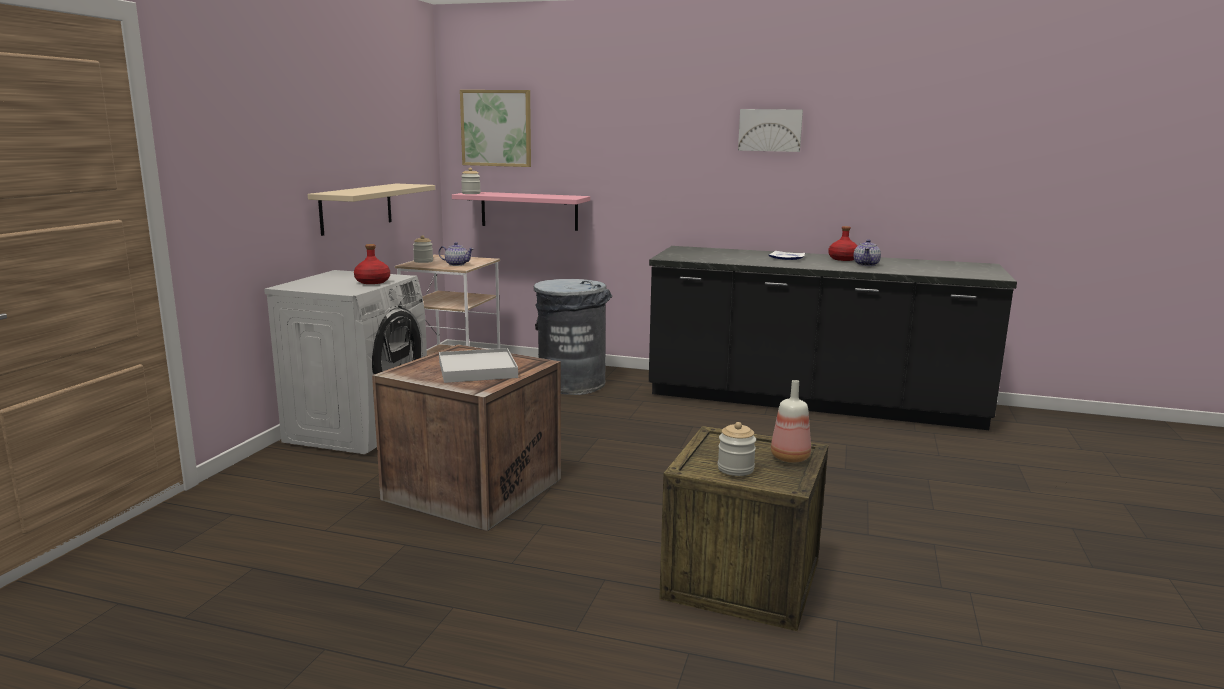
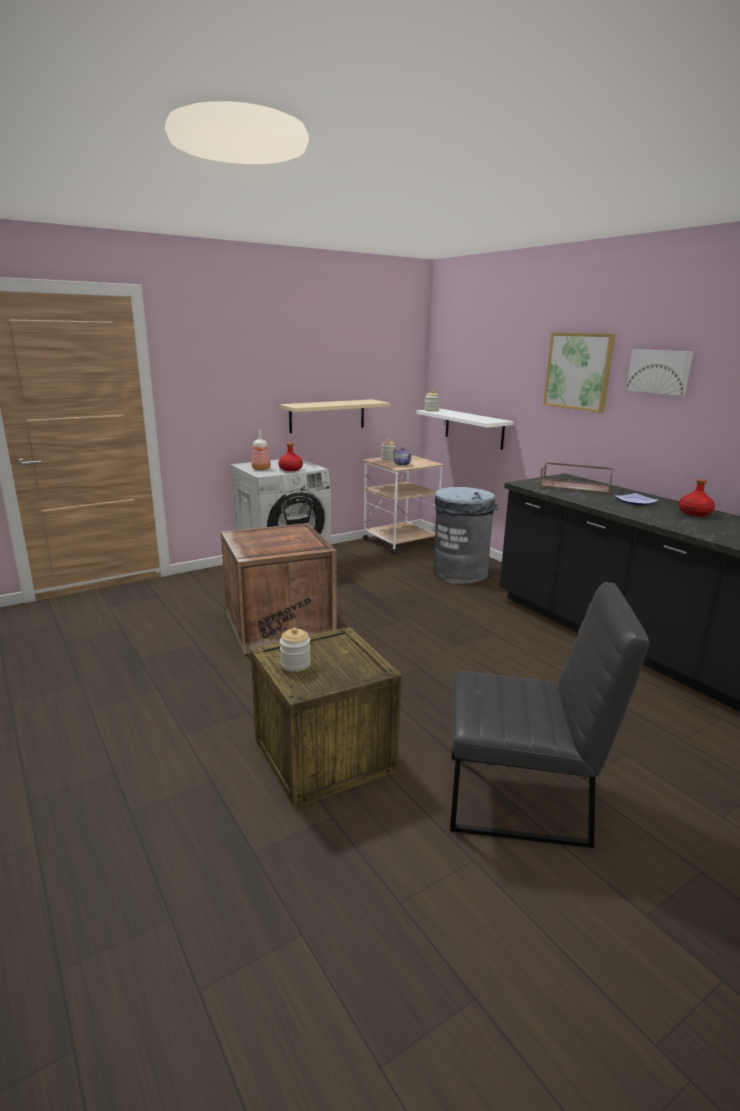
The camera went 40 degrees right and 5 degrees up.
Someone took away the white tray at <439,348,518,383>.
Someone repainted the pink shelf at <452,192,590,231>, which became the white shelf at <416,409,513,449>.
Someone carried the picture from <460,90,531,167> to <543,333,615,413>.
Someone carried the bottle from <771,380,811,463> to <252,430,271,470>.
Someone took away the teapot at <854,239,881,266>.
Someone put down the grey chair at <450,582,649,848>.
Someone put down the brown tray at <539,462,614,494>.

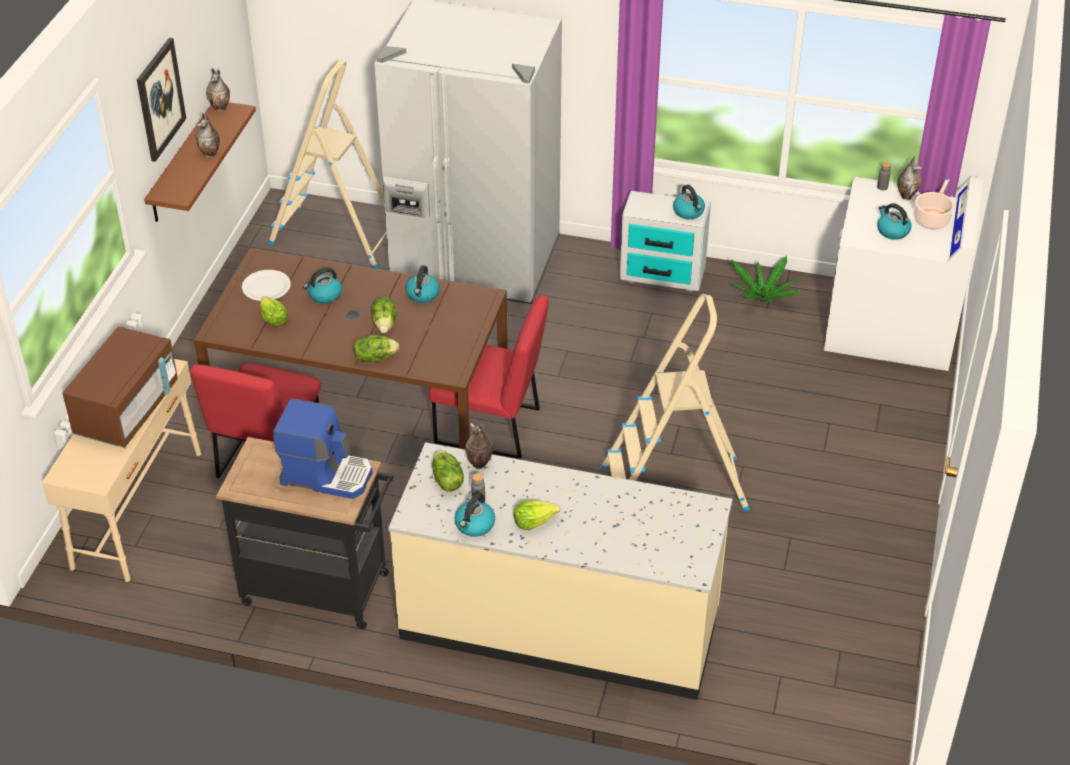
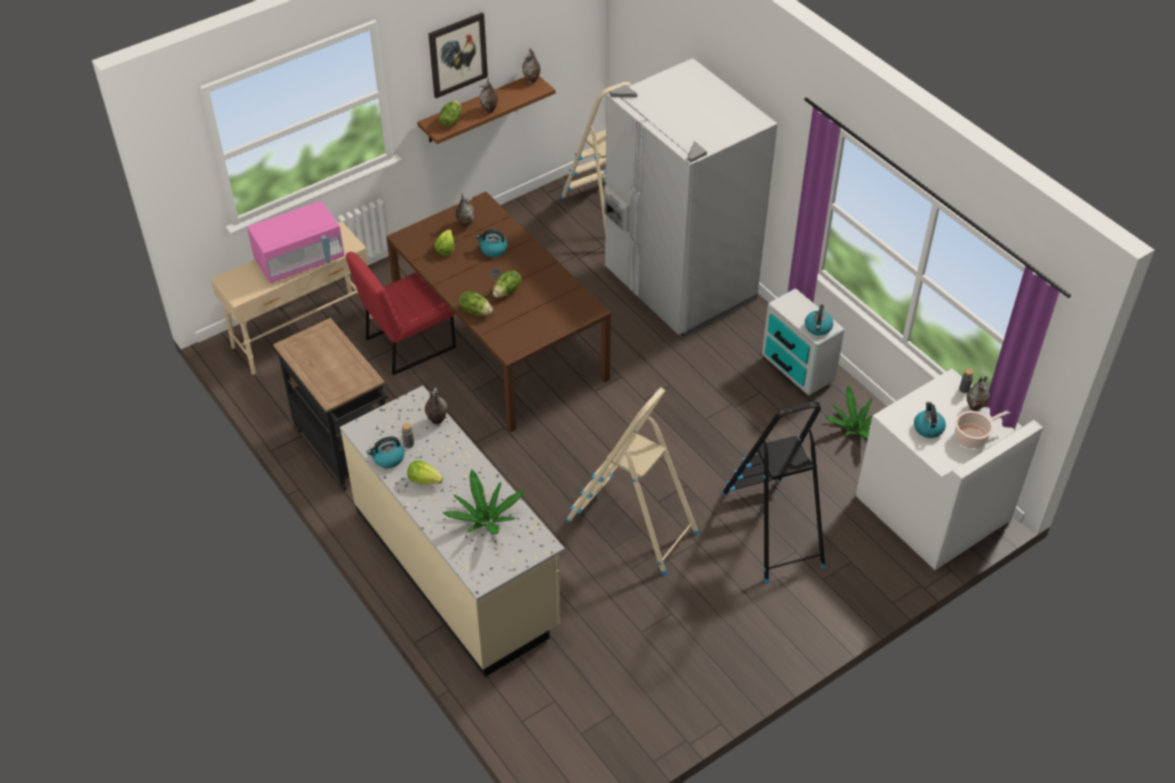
The camera went 40 degrees right and 5 degrees up.
Someone repainted the brown microwave at <63,326,178,448>, which became the pink microwave at <247,201,345,283>.
Someone swapped the white plate at <242,270,291,301> for the vase at <456,193,475,228>.
Someone took away the coffee machine at <273,398,373,499>.
Someone took away the kettle at <405,265,440,303>.
Someone took away the red chair at <429,295,549,459>.
Someone carried the lettuce from <432,451,464,492> to <438,101,461,127>.
Someone put down the potted plant at <443,469,525,534>.
Someone put down the black step ladder at <722,402,825,584>.

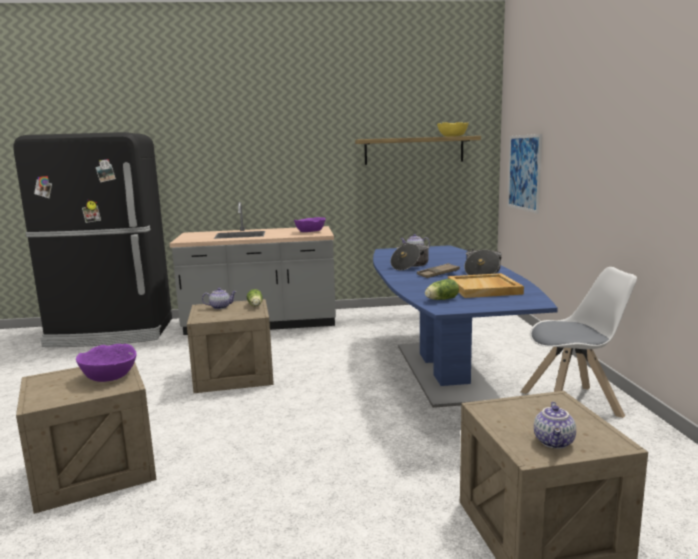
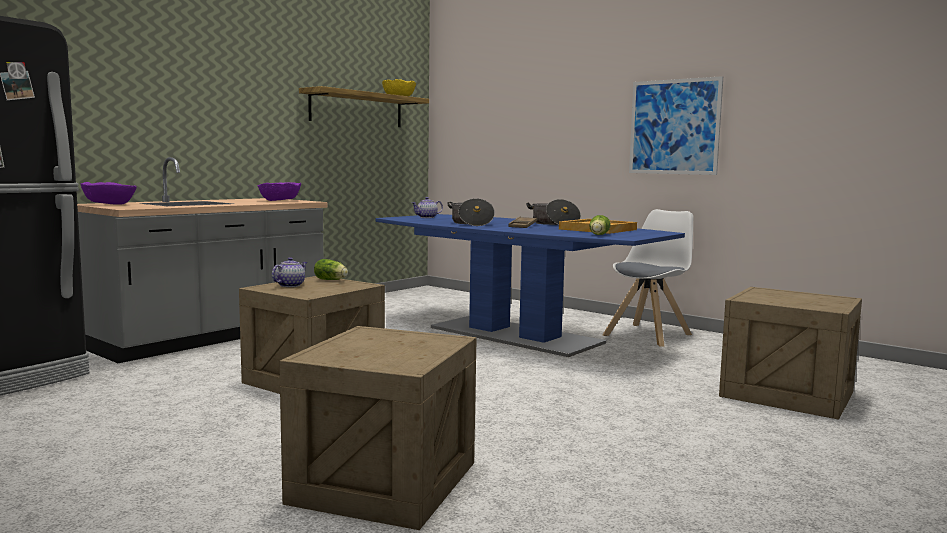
The camera went 45 degrees left and 5 degrees down.
Someone carried the purple bowl from <76,344,137,382> to <81,182,137,205>.
Someone carried the picture from <508,134,542,214> to <629,76,723,175>.
Someone took away the teapot at <534,402,576,449>.

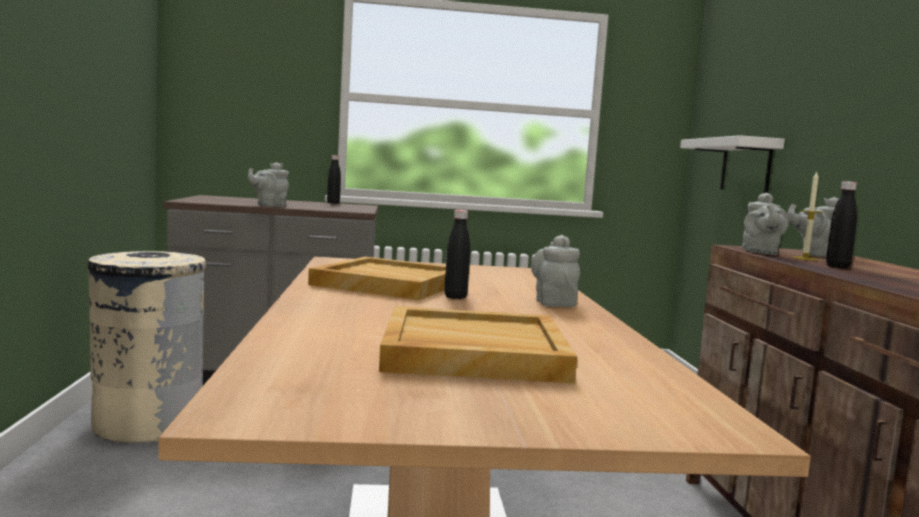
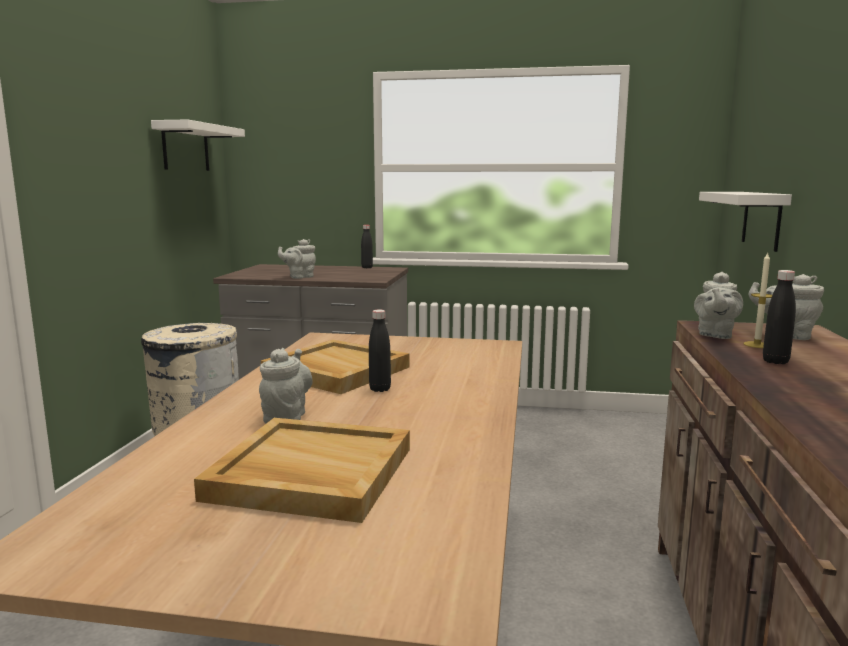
The camera went 15 degrees right and 5 degrees up.
Someone carried the grey teapot from <531,235,580,307> to <259,348,313,423>.
Someone put up the white shelf at <151,119,245,171>.

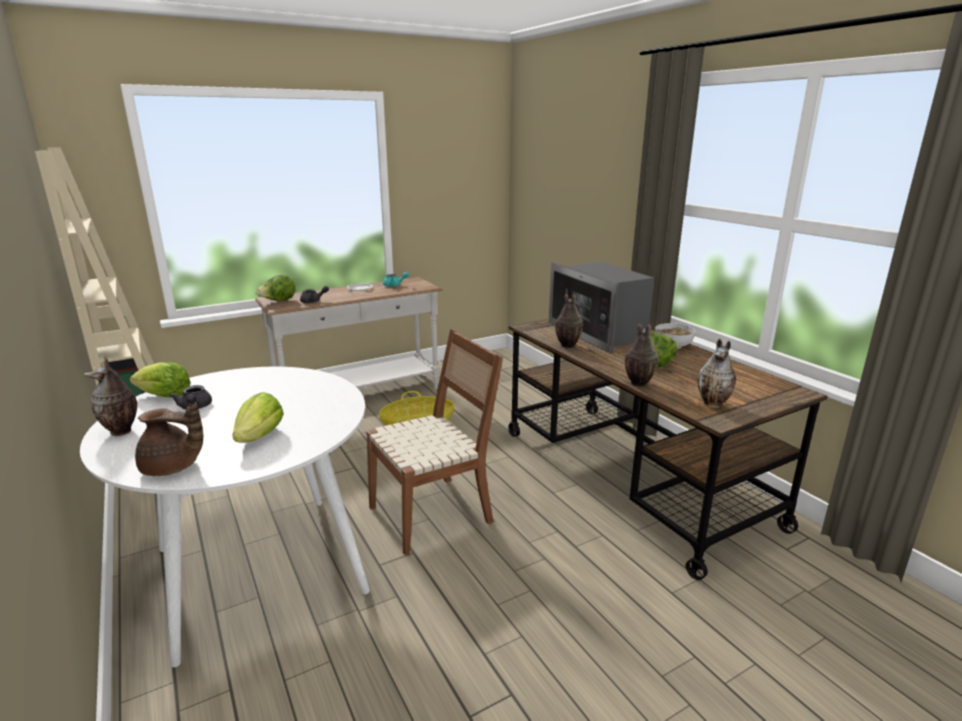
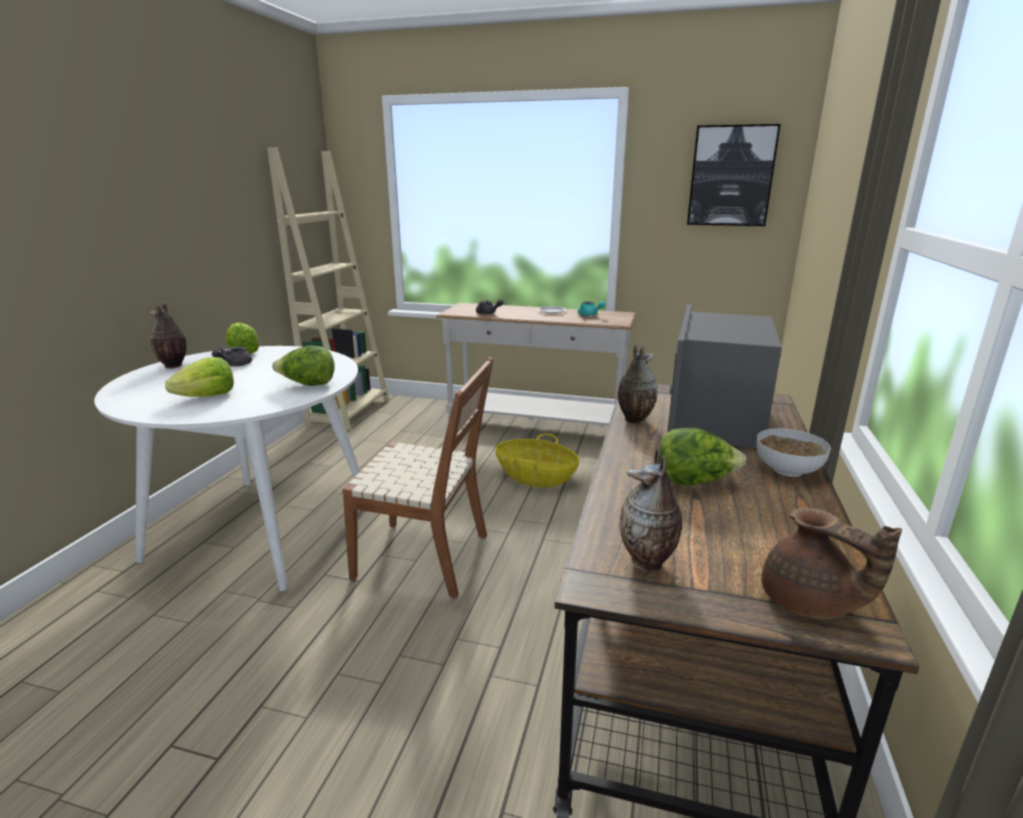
The camera went 45 degrees right and 0 degrees up.
Someone carried the brown teapot from <135,402,203,476> to <762,508,902,619>.
Someone carried the lettuce from <256,275,295,301> to <272,346,335,386>.
Someone took away the vase at <625,323,659,387>.
Someone put up the picture at <687,124,781,226>.

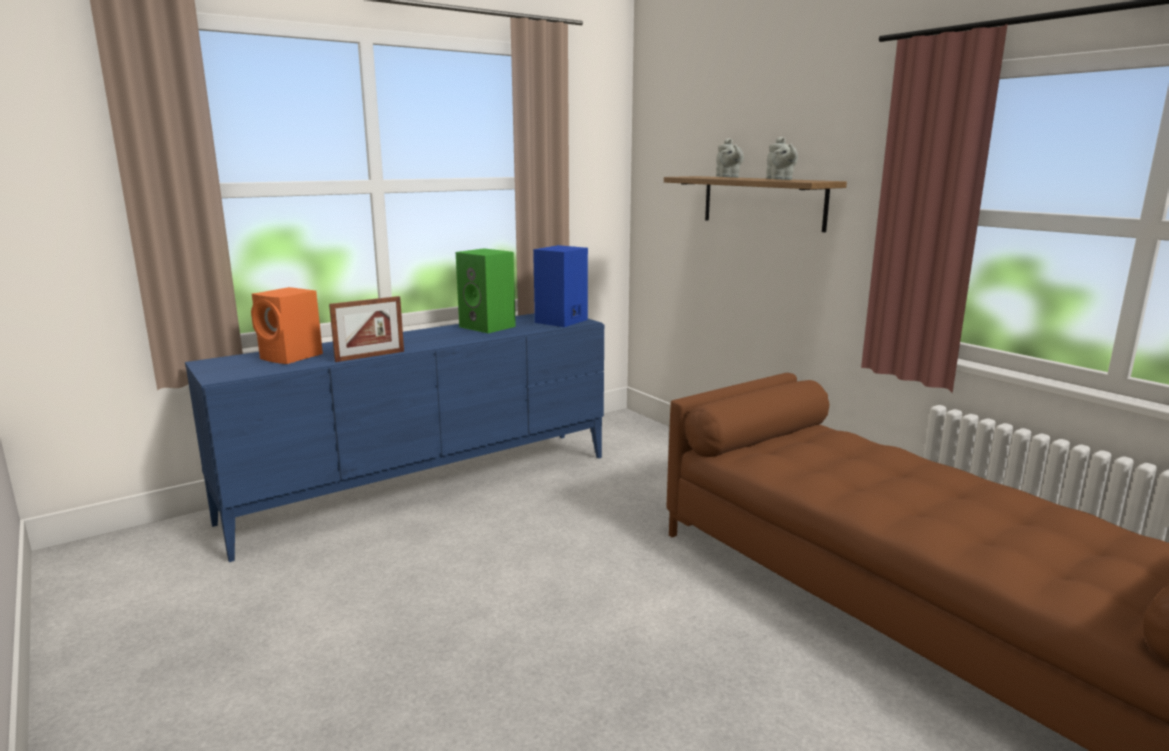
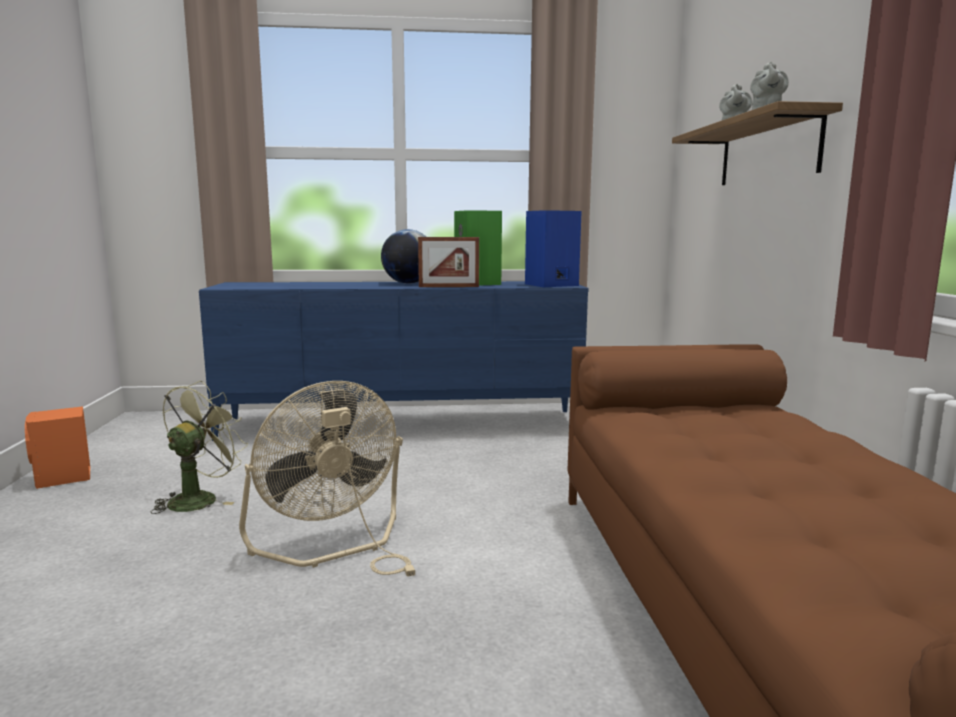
The camera went 30 degrees right and 5 degrees down.
Someone carried the orange speaker from <251,287,323,364> to <25,406,90,489>.
Someone carried the picture frame from <329,296,404,362> to <418,237,479,287>.
Someone put down the green fan at <151,381,248,514>.
Someone put down the beige fan at <239,381,415,576>.
Someone put down the globe at <381,229,426,284>.

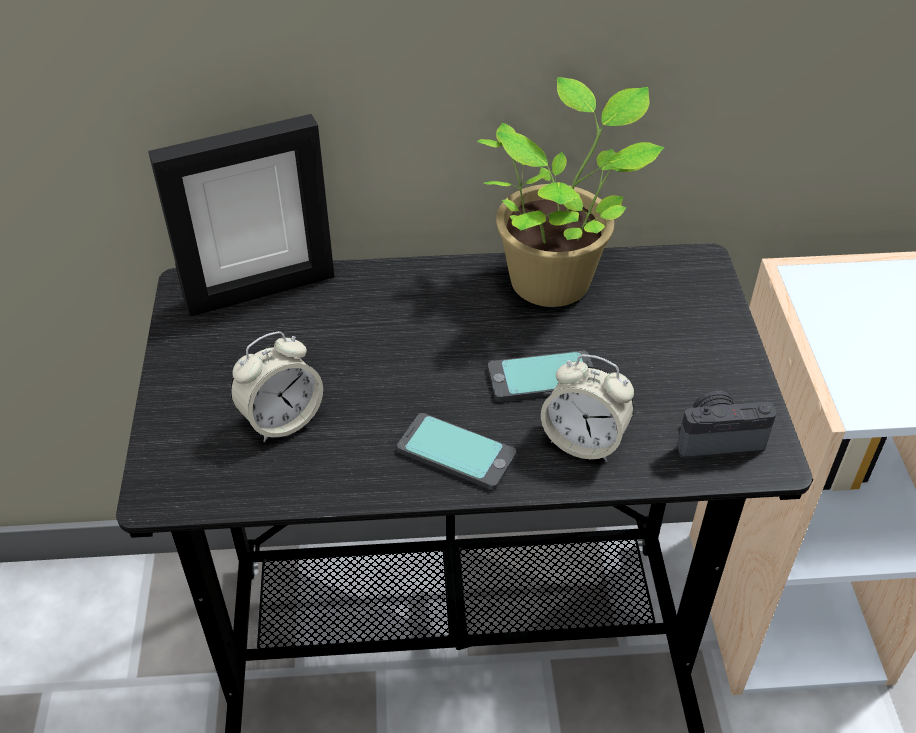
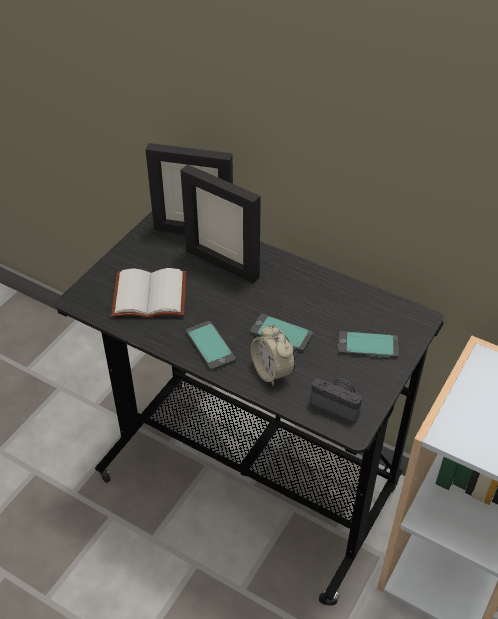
The camera went 35 degrees right and 0 degrees up.
Someone swapped the alarm clock at <230,331,323,442> for the white book at <111,268,186,318>.
Someone took away the potted plant at <477,77,665,307>.
Someone put down the picture frame at <180,164,261,284>.
Someone put down the phone at <338,331,398,359>.

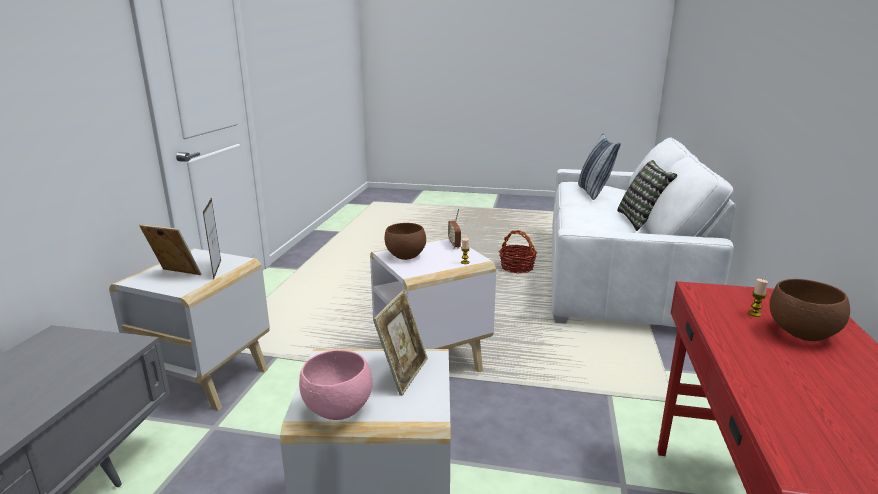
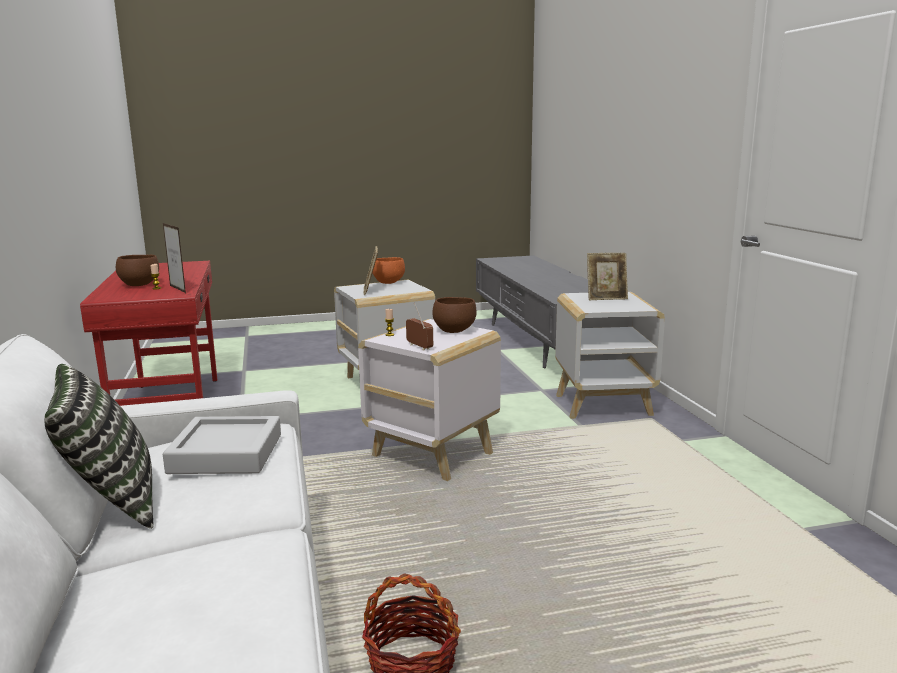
The camera went 155 degrees right and 5 degrees down.
Someone carried the picture frame from <203,197,221,279> to <163,223,186,293>.
Someone repainted the pink bowl at <299,350,372,420>, which became the orange bowl at <373,257,405,284>.
Someone took away the pillow at <578,134,621,200>.
Someone put down the grey tray at <163,416,281,474>.

